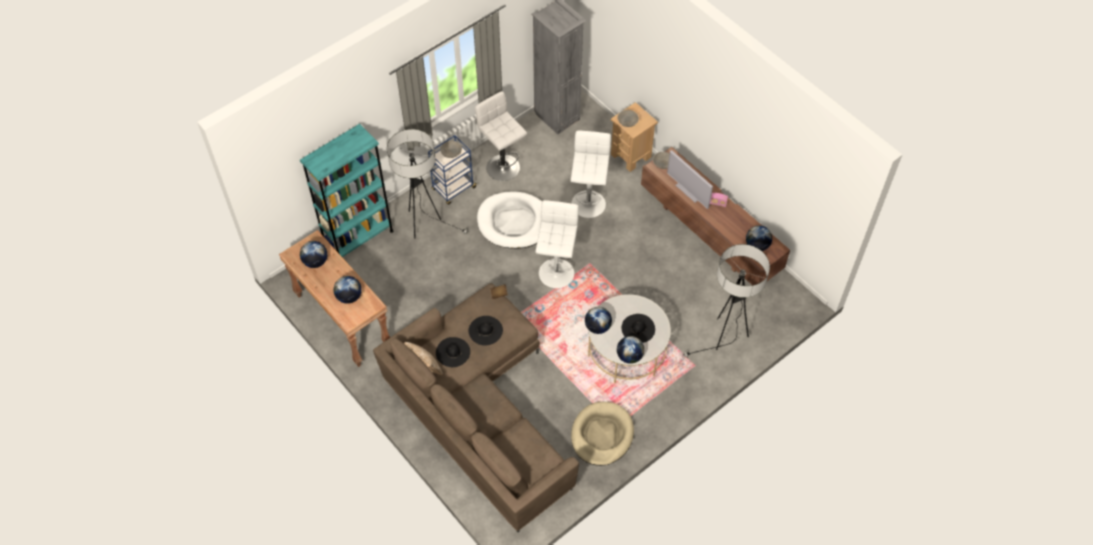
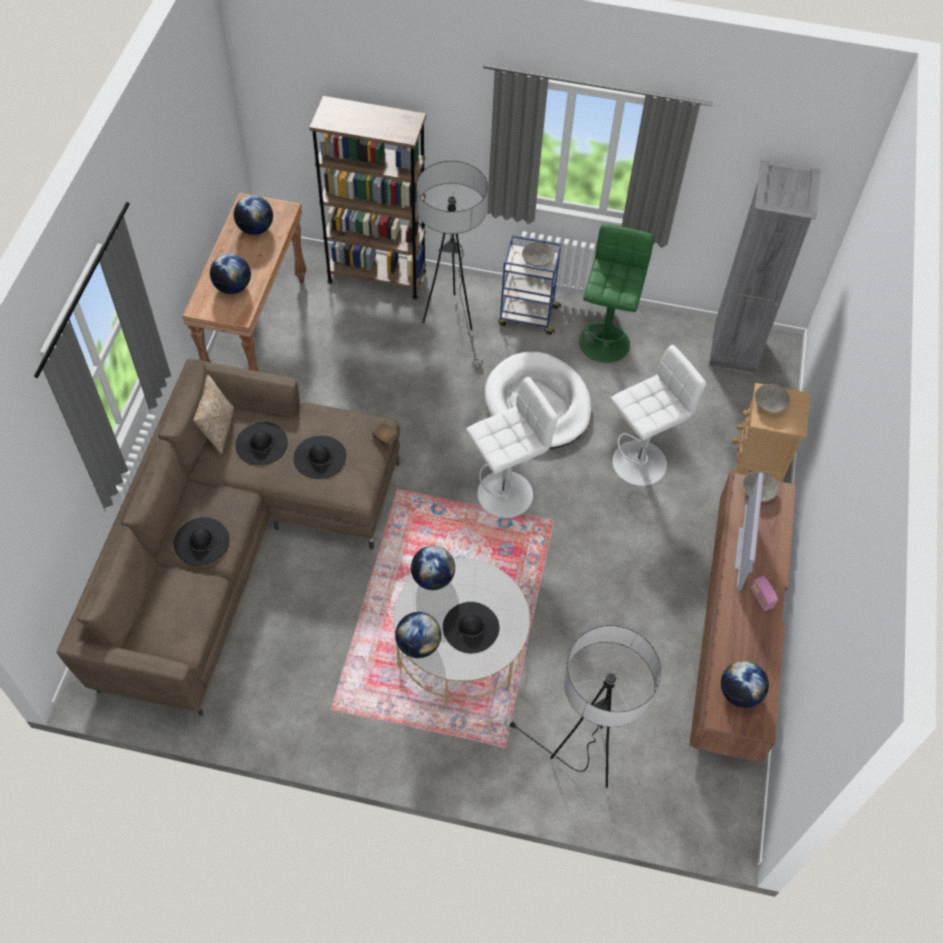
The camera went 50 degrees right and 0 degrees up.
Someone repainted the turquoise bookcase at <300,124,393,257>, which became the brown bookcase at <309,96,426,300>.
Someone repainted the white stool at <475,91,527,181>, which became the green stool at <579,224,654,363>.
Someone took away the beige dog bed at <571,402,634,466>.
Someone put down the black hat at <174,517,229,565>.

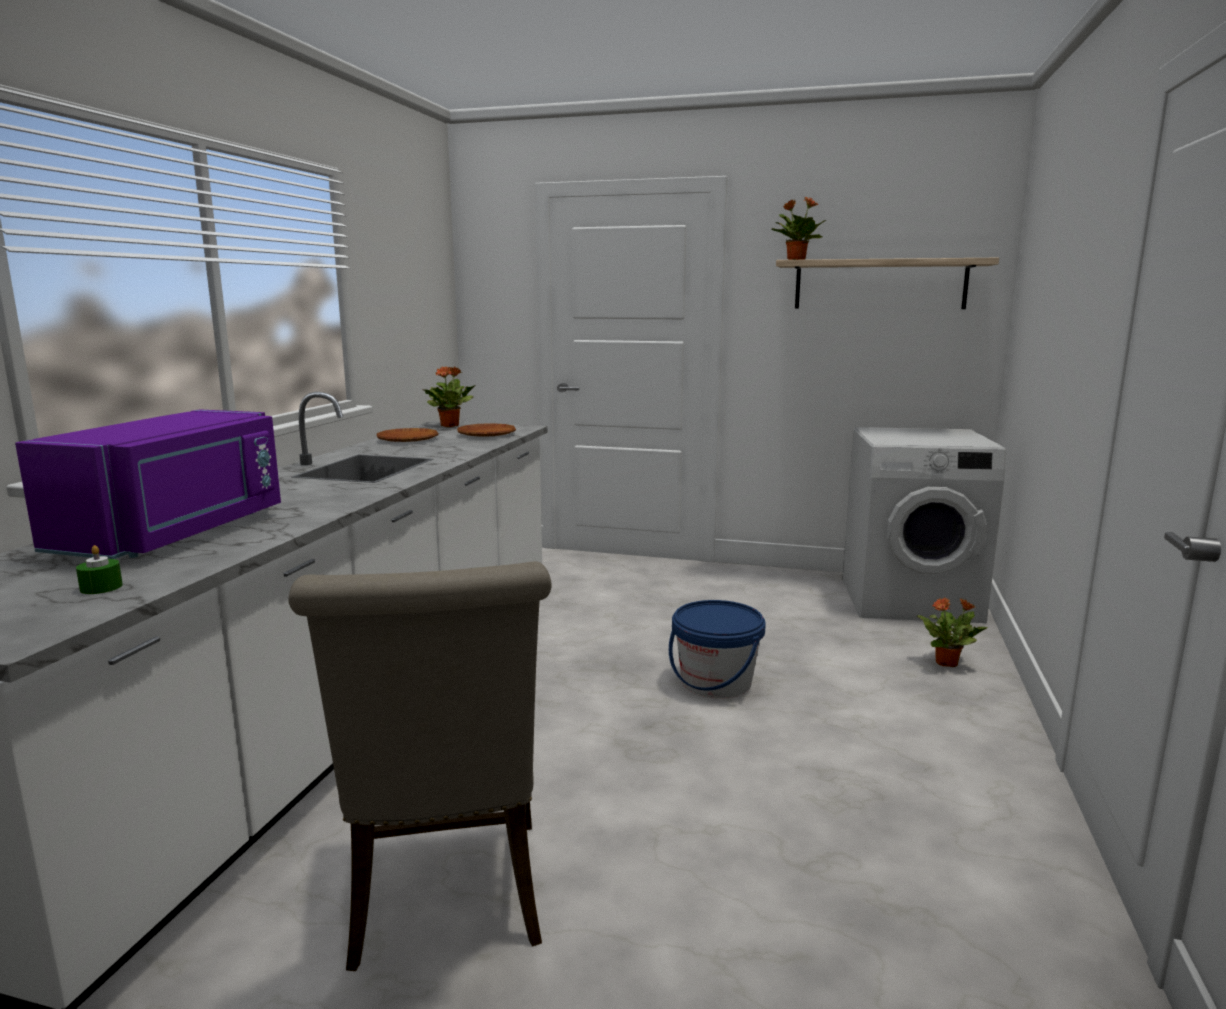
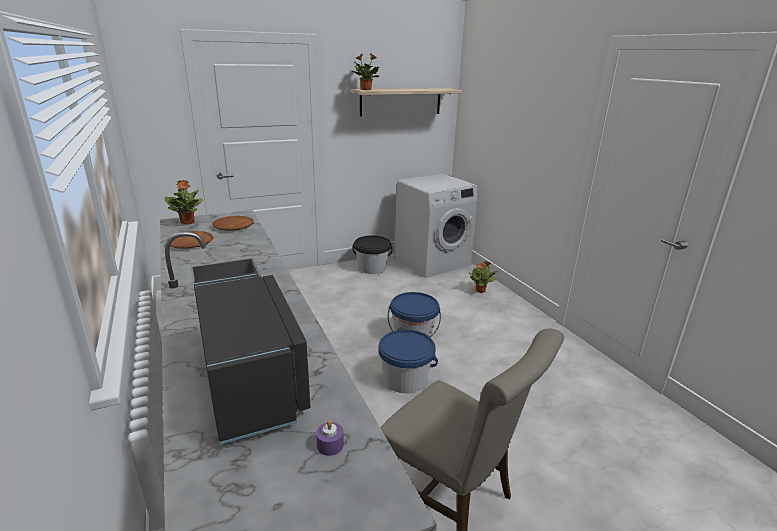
The camera went 40 degrees left and 10 degrees up.
Someone repainted the purple microwave at <15,409,281,559>, which became the black microwave at <194,272,310,445>.
Someone repainted the green candle at <76,545,123,594>, which became the purple candle at <316,420,344,456>.
Someone put down the black bucket at <353,236,392,274>.
Someone put down the blue bucket at <379,329,438,394>.

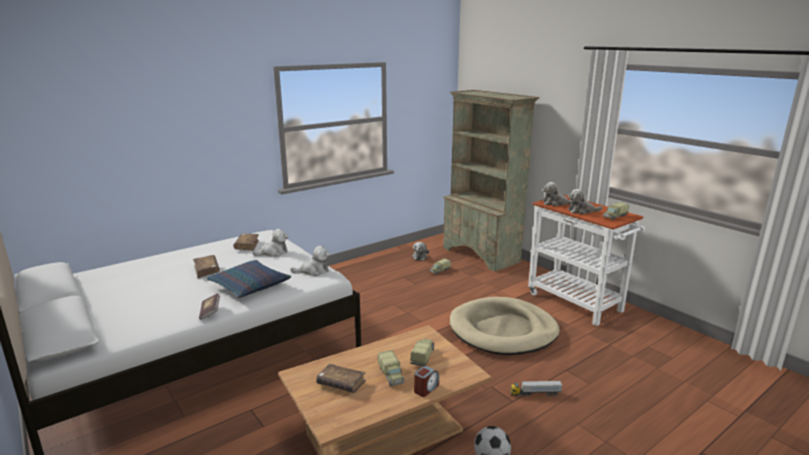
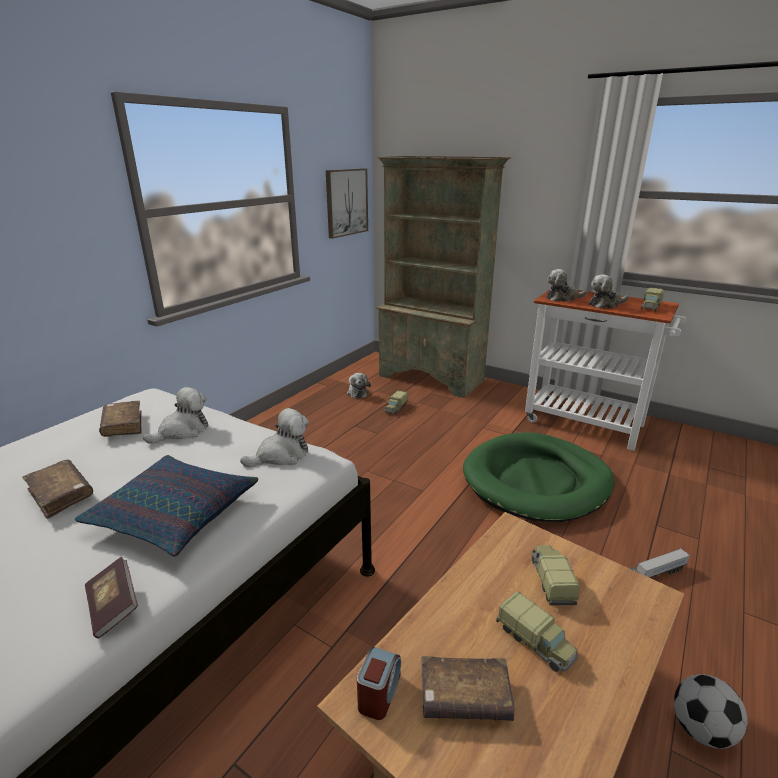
The camera went 20 degrees left and 5 degrees up.
Someone carried the alarm clock from <414,366,439,397> to <357,647,401,720>.
Someone repainted the beige dog bed at <450,297,560,355>, which became the green dog bed at <463,432,614,522>.
Someone put up the picture at <326,168,368,239>.

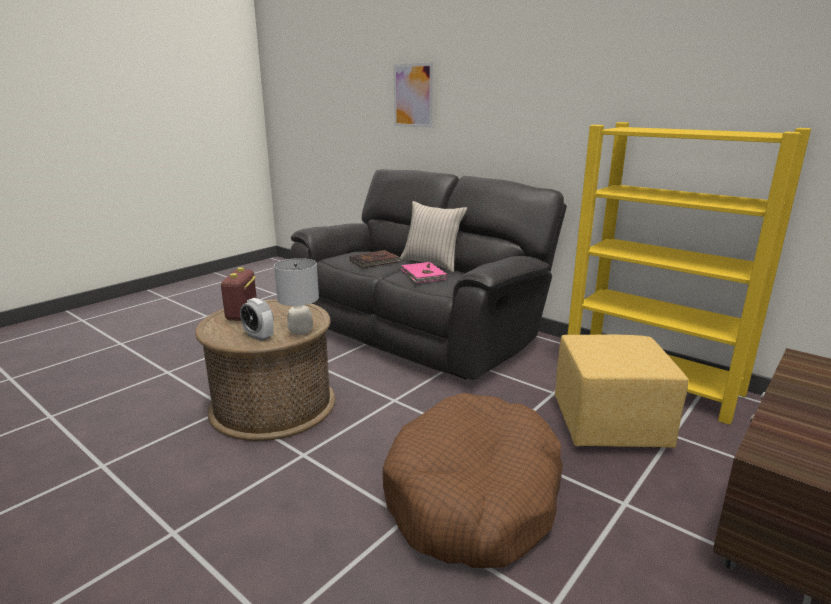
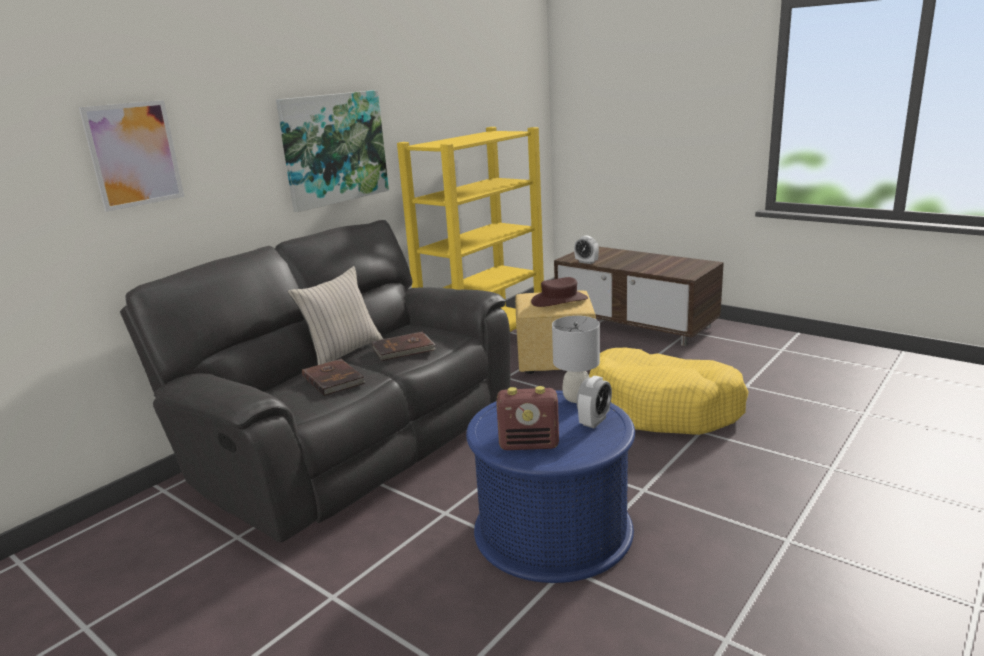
The camera went 90 degrees left and 0 degrees up.
Someone repainted the brown coffee table at <195,300,335,441>, which became the blue coffee table at <466,390,635,583>.
Someone repainted the brown dog bed at <383,393,563,568>, which became the yellow dog bed at <589,348,749,435>.
Someone repainted the pink book at <401,262,447,283>, which became the brown book at <372,332,435,361>.
Someone put up the picture at <276,90,389,212>.
Someone put down the brown hat at <531,277,588,307>.
Someone put down the alarm clock at <574,236,599,264>.

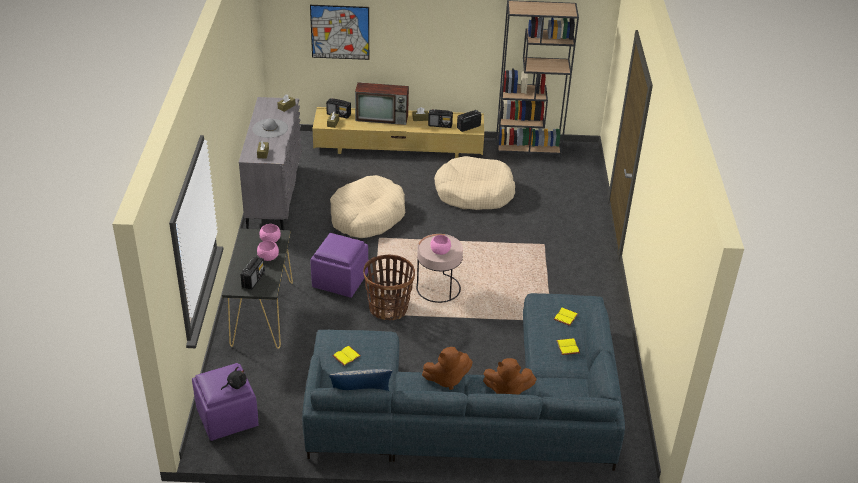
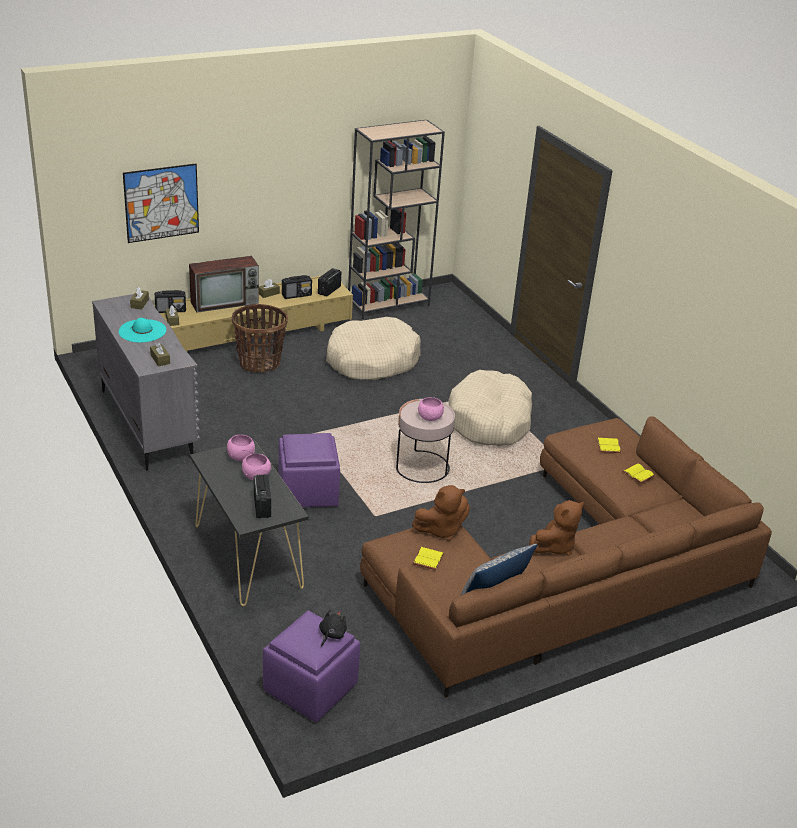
The camera went 30 degrees left and 5 degrees down.
Someone repainted the grey hat at <252,119,288,138>, which became the turquoise hat at <119,318,166,343>.
Someone repainted the blue sofa at <302,293,625,471>, which became the brown sofa at <360,416,772,698>.
Someone carried the beige dog bed from <330,175,405,238> to <448,370,532,446>.
Someone carried the basket from <363,255,415,320> to <232,304,288,372>.
Someone carried the brown plush toy from <483,358,537,395> to <412,485,470,541>.

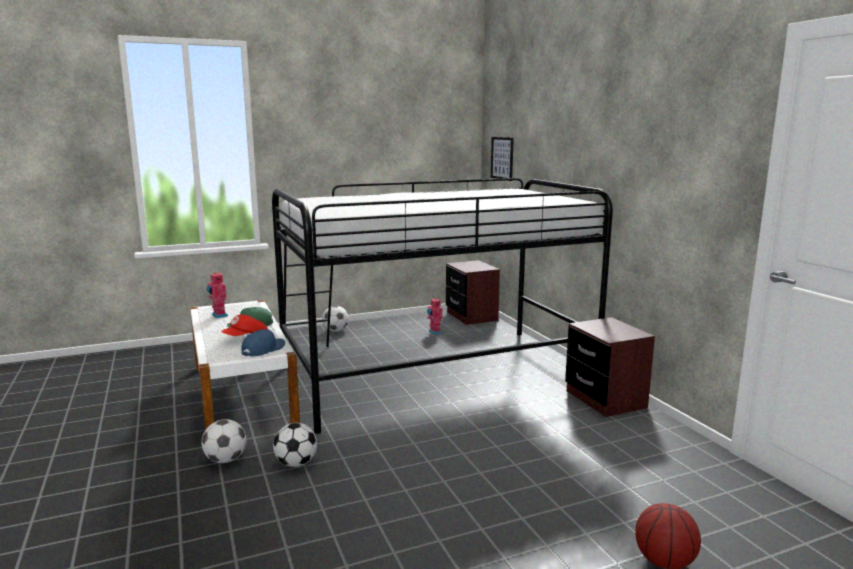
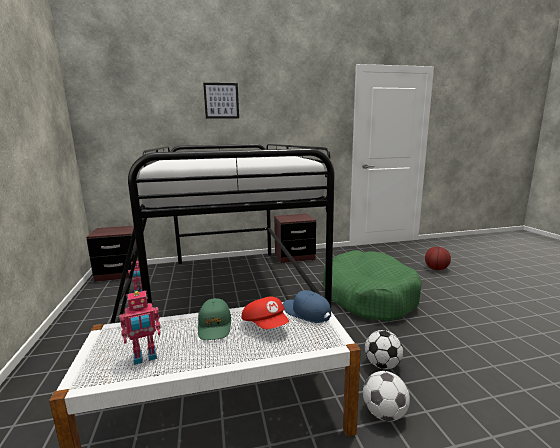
The camera went 80 degrees left and 0 degrees up.
Someone took away the football at <322,305,349,332>.
Someone carried the picture from <491,137,514,181> to <203,83,239,119>.
Someone put down the green dog bed at <323,250,422,321>.

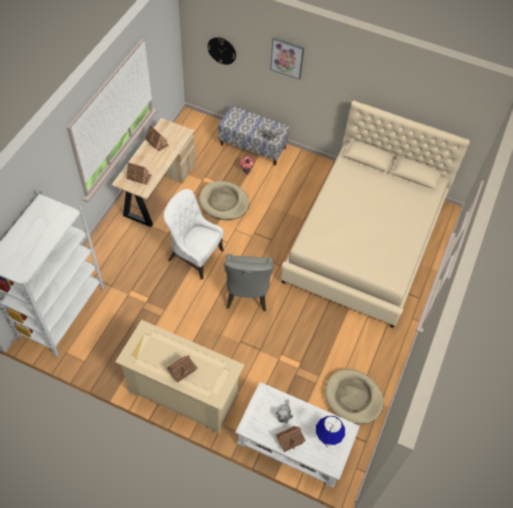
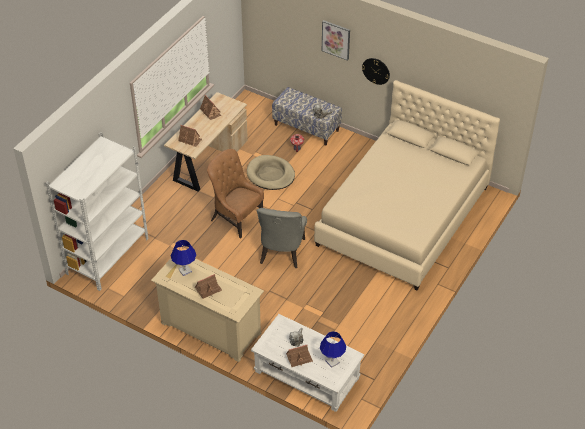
The camera went 10 degrees right and 10 degrees down.
Someone repainted the white chair at <163,189,224,280>, which became the brown chair at <207,149,264,239>.
Someone carried the wall clock from <207,37,236,65> to <362,58,390,85>.
Someone took away the beige dog bed at <325,369,384,424>.
Someone put down the blue table lamp at <171,240,197,276>.

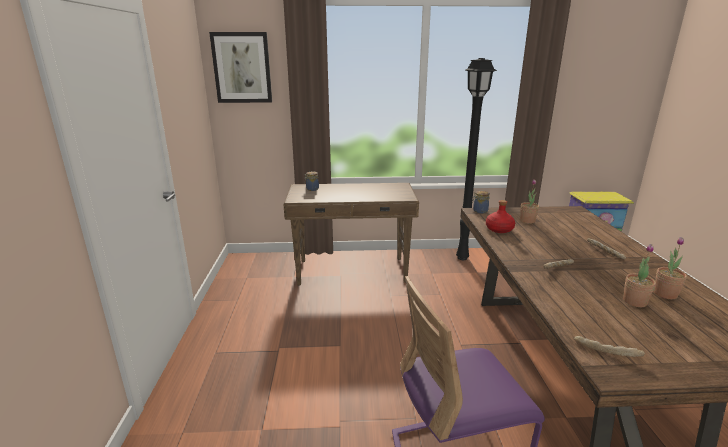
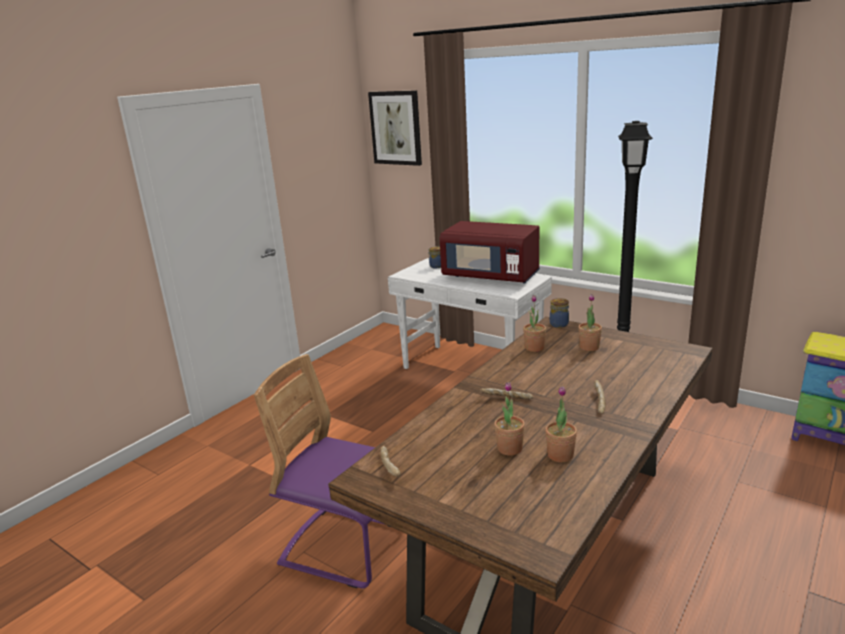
The camera went 40 degrees right and 0 degrees up.
Someone repainted the brown console table at <283,183,419,285>, which became the white console table at <388,258,552,369>.
Someone swapped the red bottle at <486,200,515,233> for the potted plant at <523,295,546,352>.
Someone put down the red microwave at <440,221,540,284>.

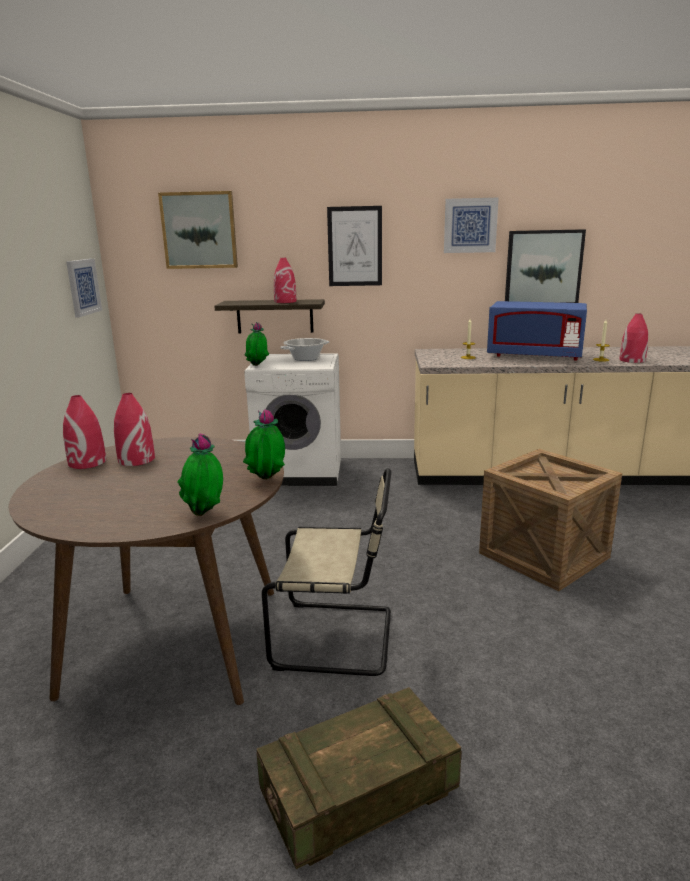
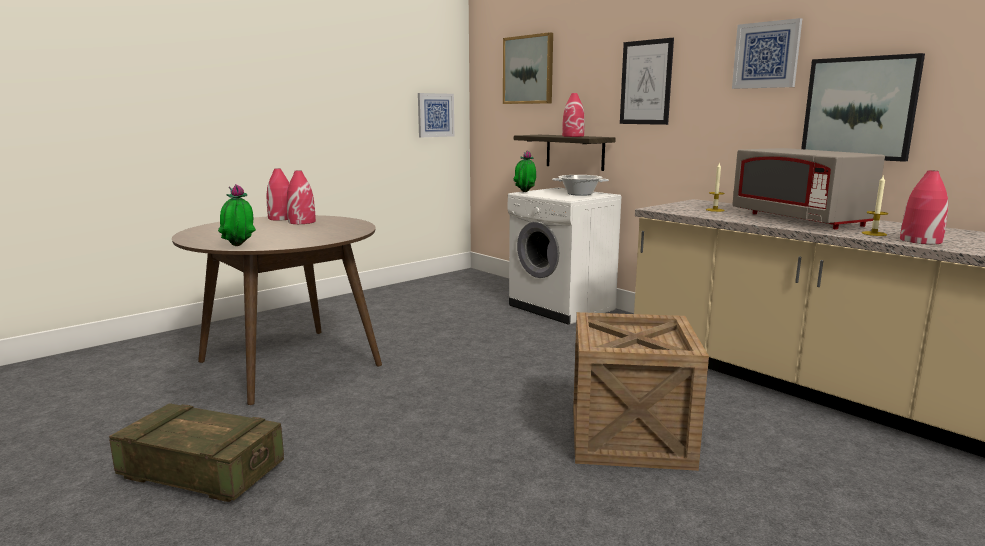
The camera went 45 degrees right and 5 degrees down.
Someone took away the potted plant at <243,409,285,480>.
Someone took away the beige chair at <262,468,391,676>.
Someone repainted the blue microwave at <487,301,587,361>, which became the grey microwave at <732,148,885,230>.

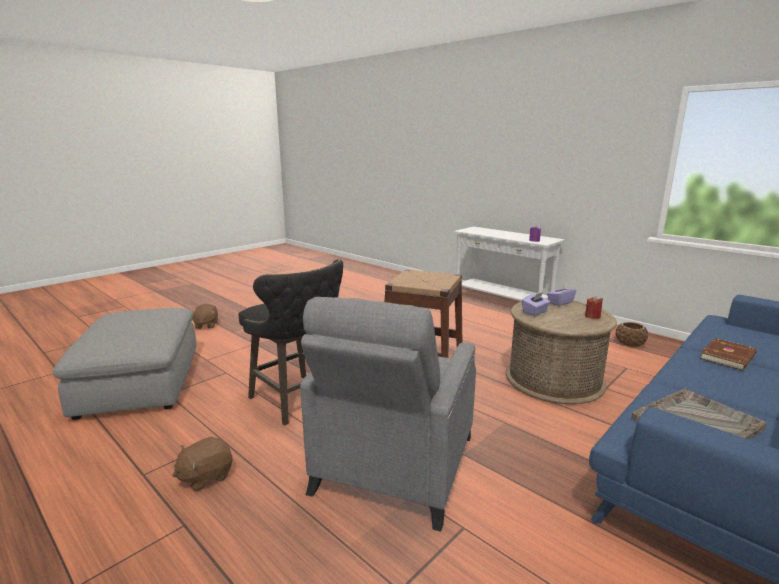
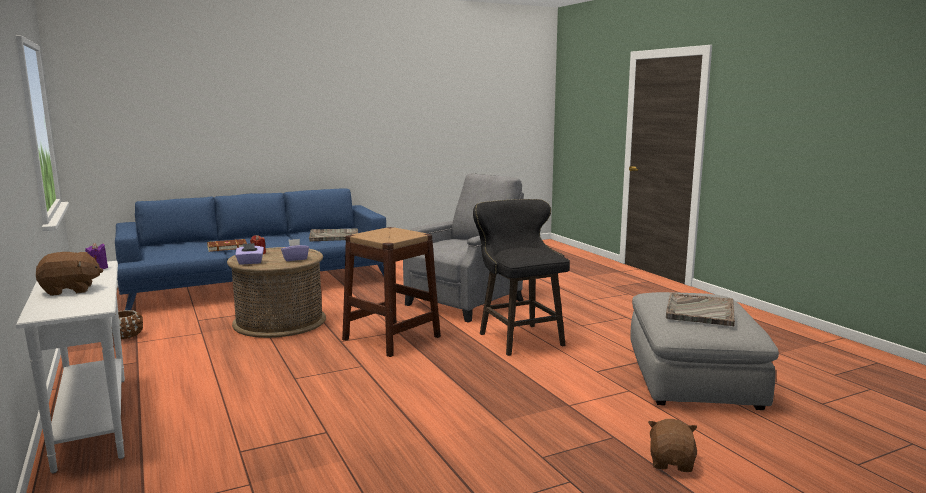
The camera went 160 degrees left and 5 degrees down.
Someone carried the brown plush toy from <172,437,233,492> to <36,252,103,296>.
Someone put down the grey tray at <666,293,735,326>.

